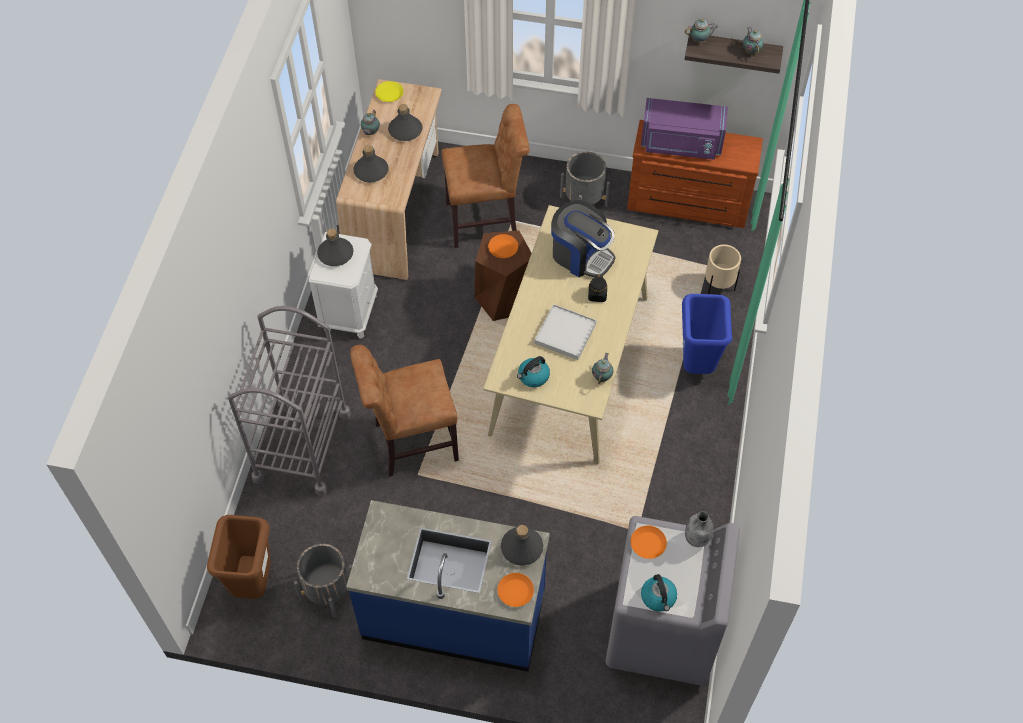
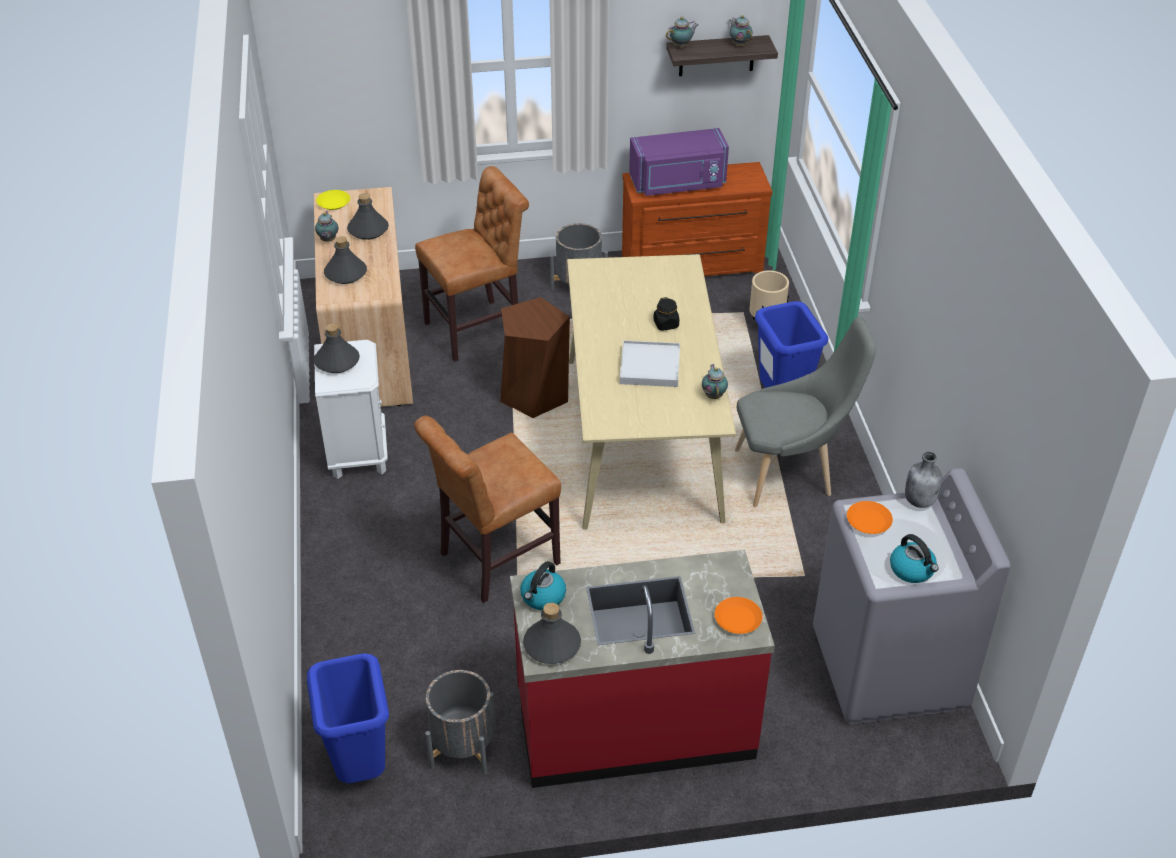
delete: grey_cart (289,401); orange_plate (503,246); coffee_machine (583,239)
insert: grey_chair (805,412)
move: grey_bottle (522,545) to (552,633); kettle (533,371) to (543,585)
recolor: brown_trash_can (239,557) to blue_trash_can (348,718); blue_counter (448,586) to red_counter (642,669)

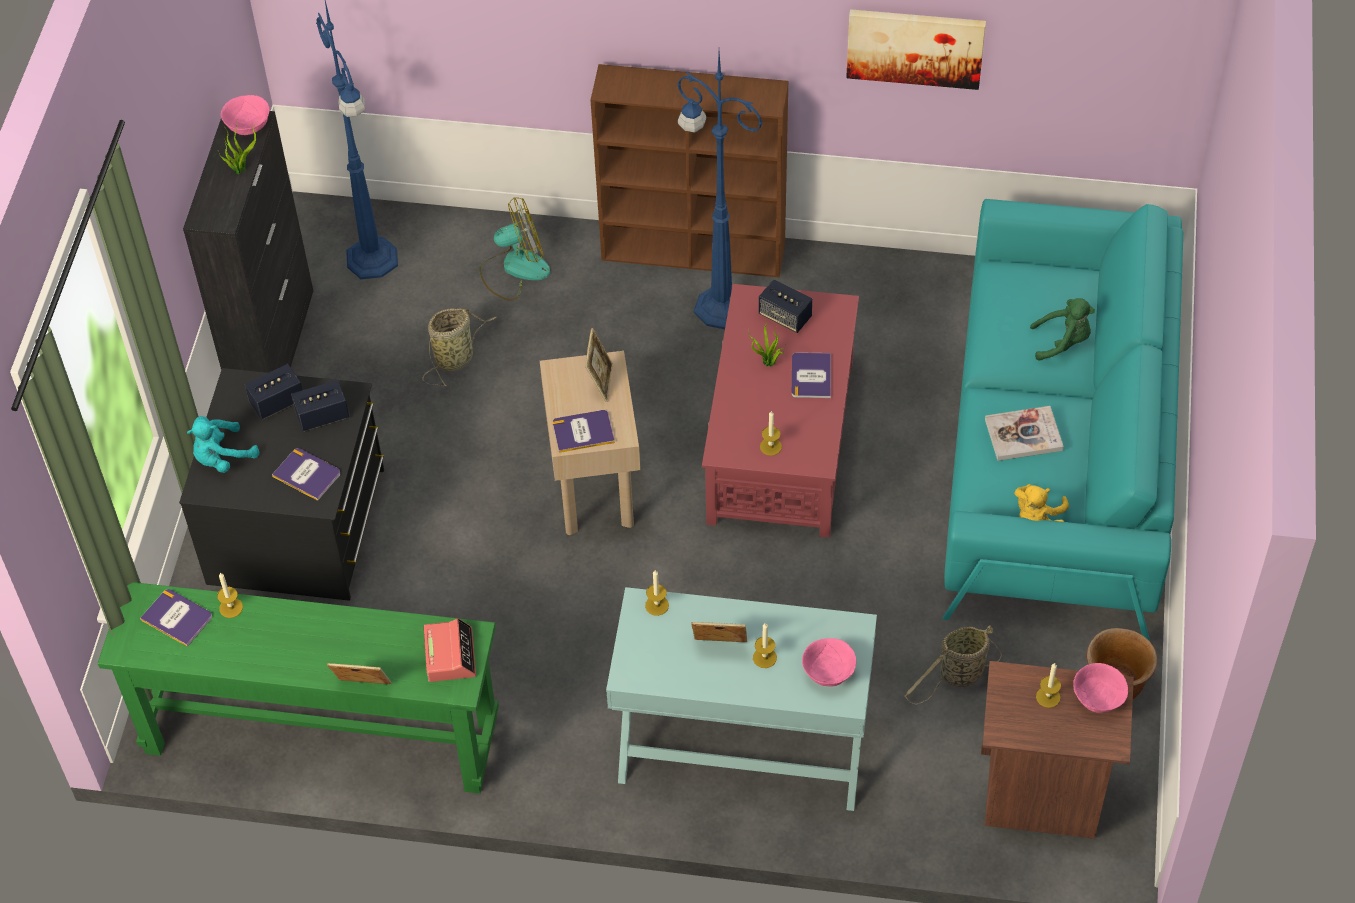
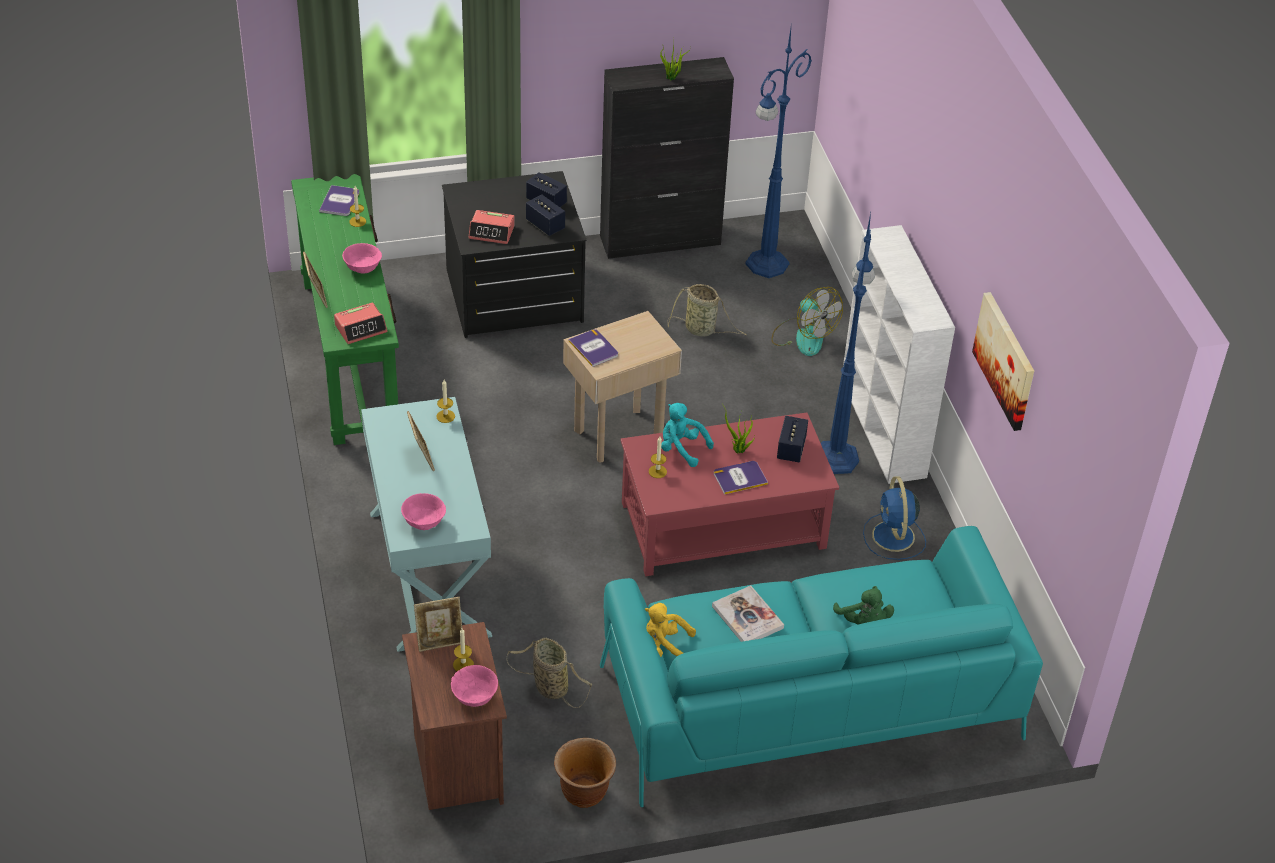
delete: candle (765,645)
insert: blue_fan (894,518)
move: turquoise_plush_toy (223,444) to (687,435); pink_bowl (245,115) to (362,258); picture_frame (599,365) to (438,624)
replace: book (306,474) to alarm_clock (491,227)
recolor: brown_bookcase (689,171) to white_bookcase (899,354)

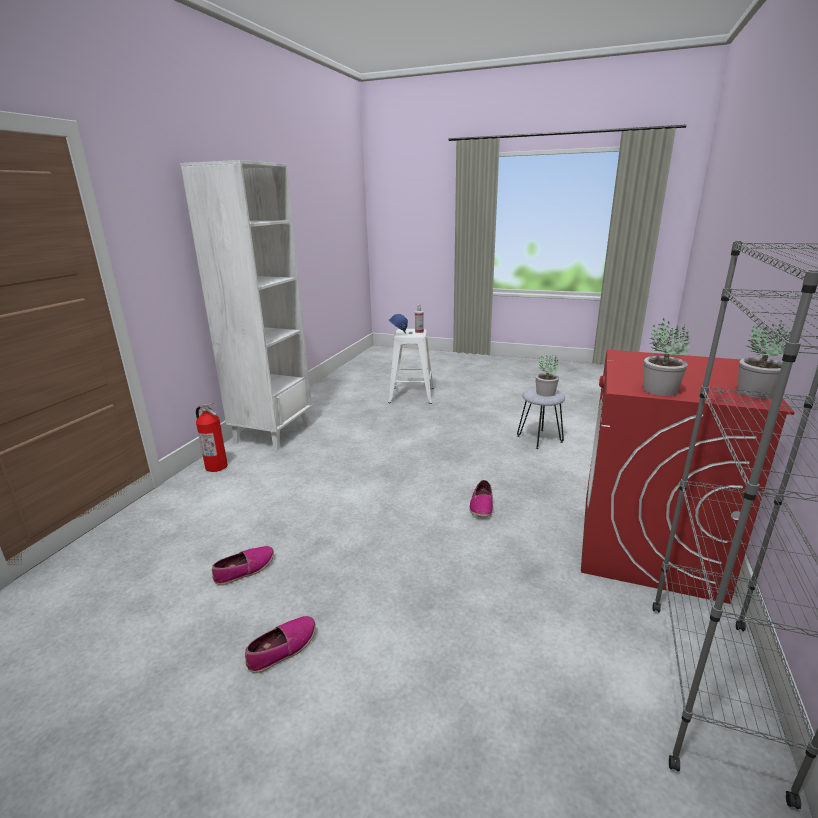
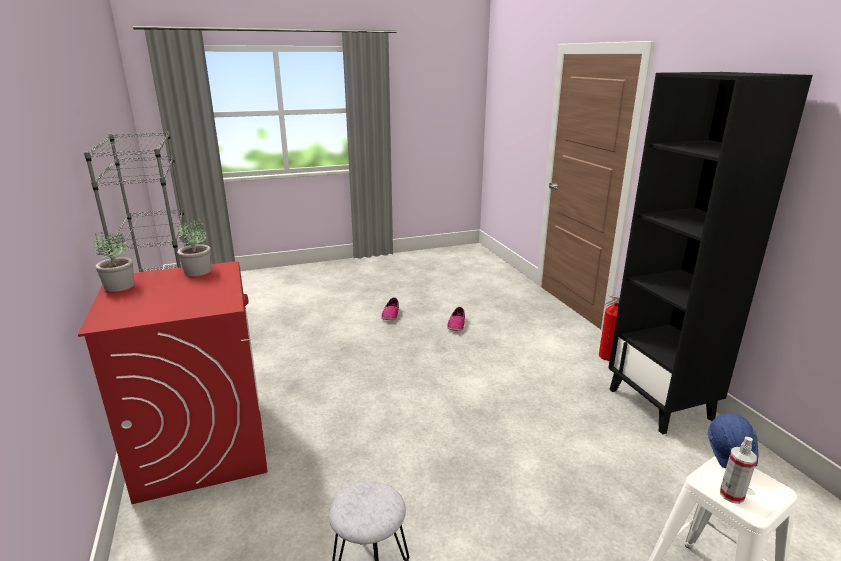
delete: shoe (481,498); potted_plant (547,376)
recolor: white_bookcase (246,305) to black_bookcase (710,253)

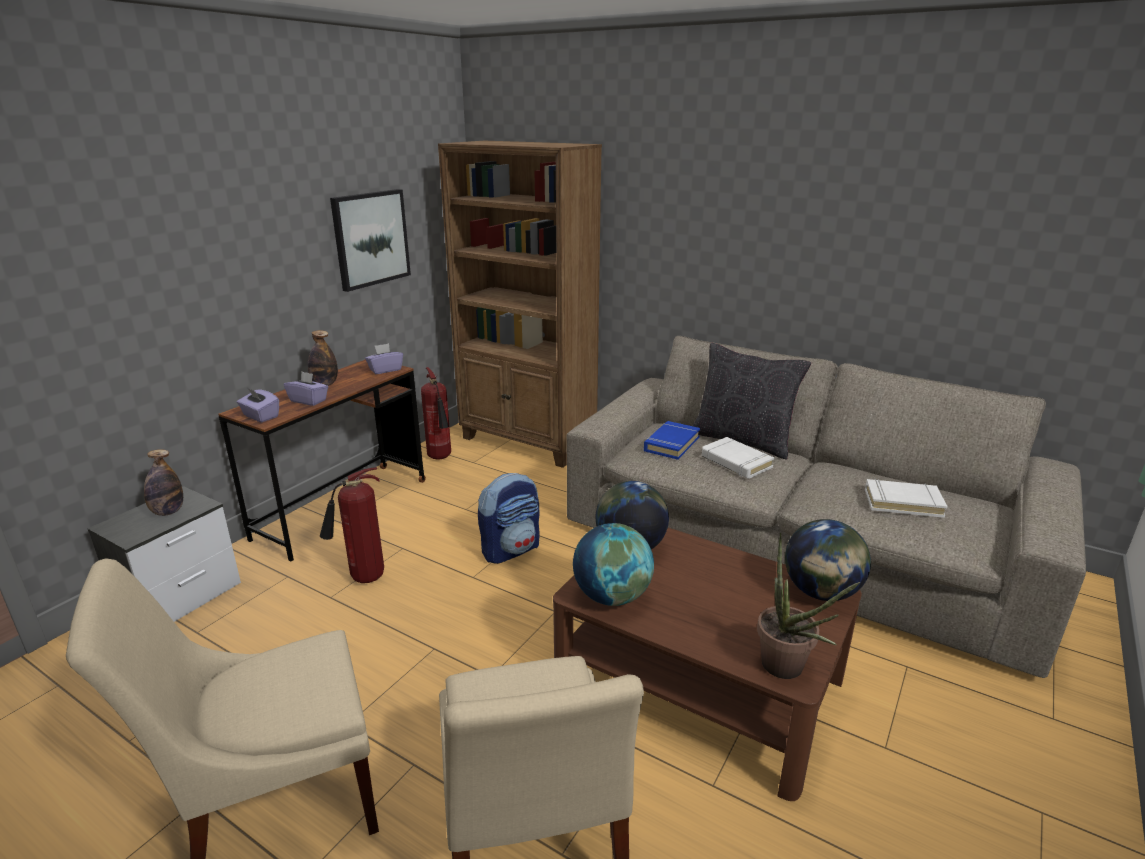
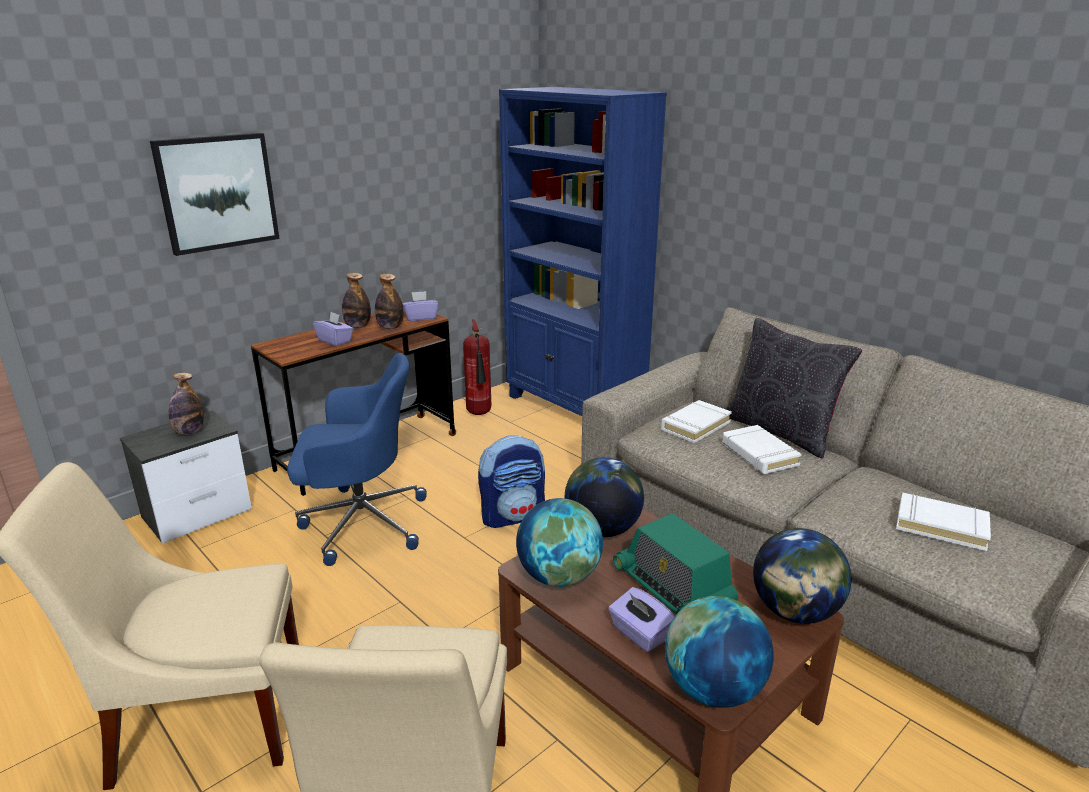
insert: bottle (389,302); radio (675,563)
move: purple_tissue_box (258,405) to (642,619); picture (370,240) to (215,194)
replace: fire_extinguisher (352,525) to blue_office_chair (357,459); potted_plant (808,606) to globe (719,652)
recolor: brown_bookcase (520,304) to blue_bookcase (583,251); blue_book (672,440) to white_book (696,421)

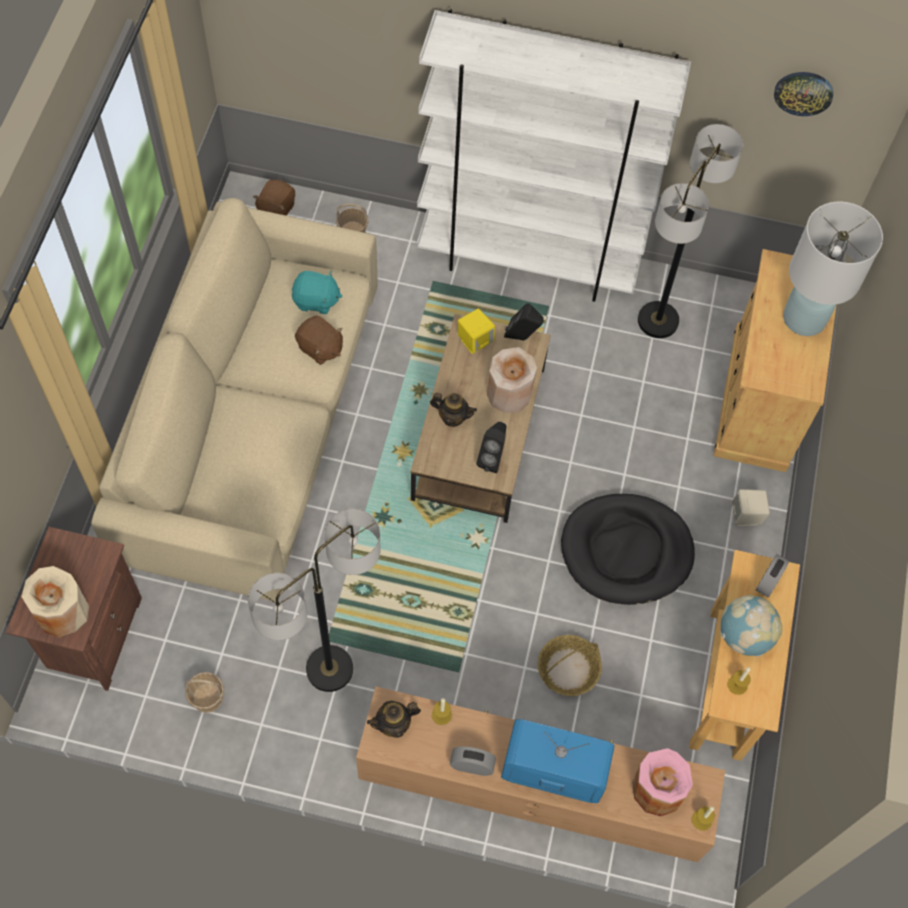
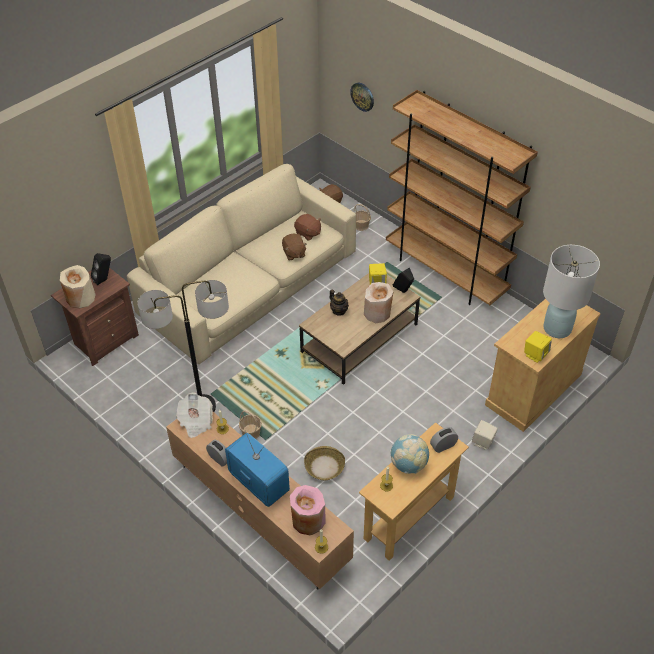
delete: black_dog_bed (628,549); floor_lamp (690,231)
insert: yellow_speaker (538,347)
move: basket (204,692) to (250,425); black_speaker (491,447) to (101,269); wall_clock (803,94) to (362,97)
replace: teapot (394,719) to newspaper (194,415)
recolor: turquoise_plush_toy (317,292) to brown_plush_toy (307,227); white_bookcase (554,155) to brown_bookcase (462,197)

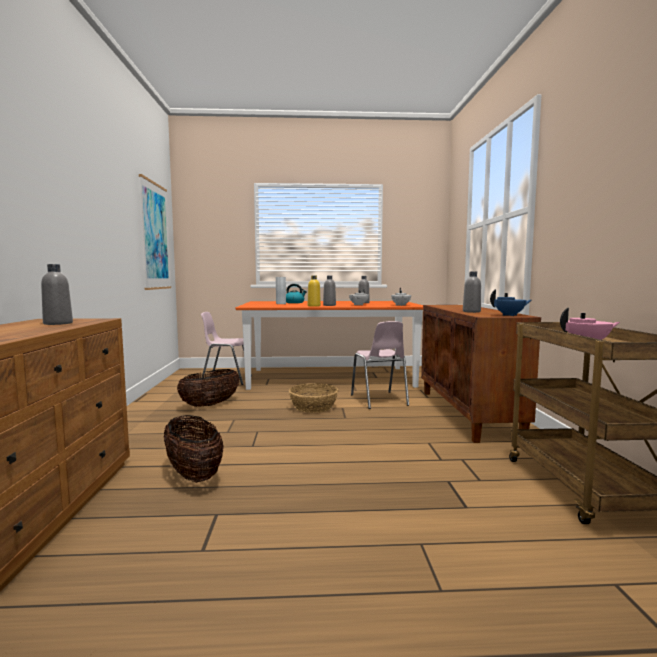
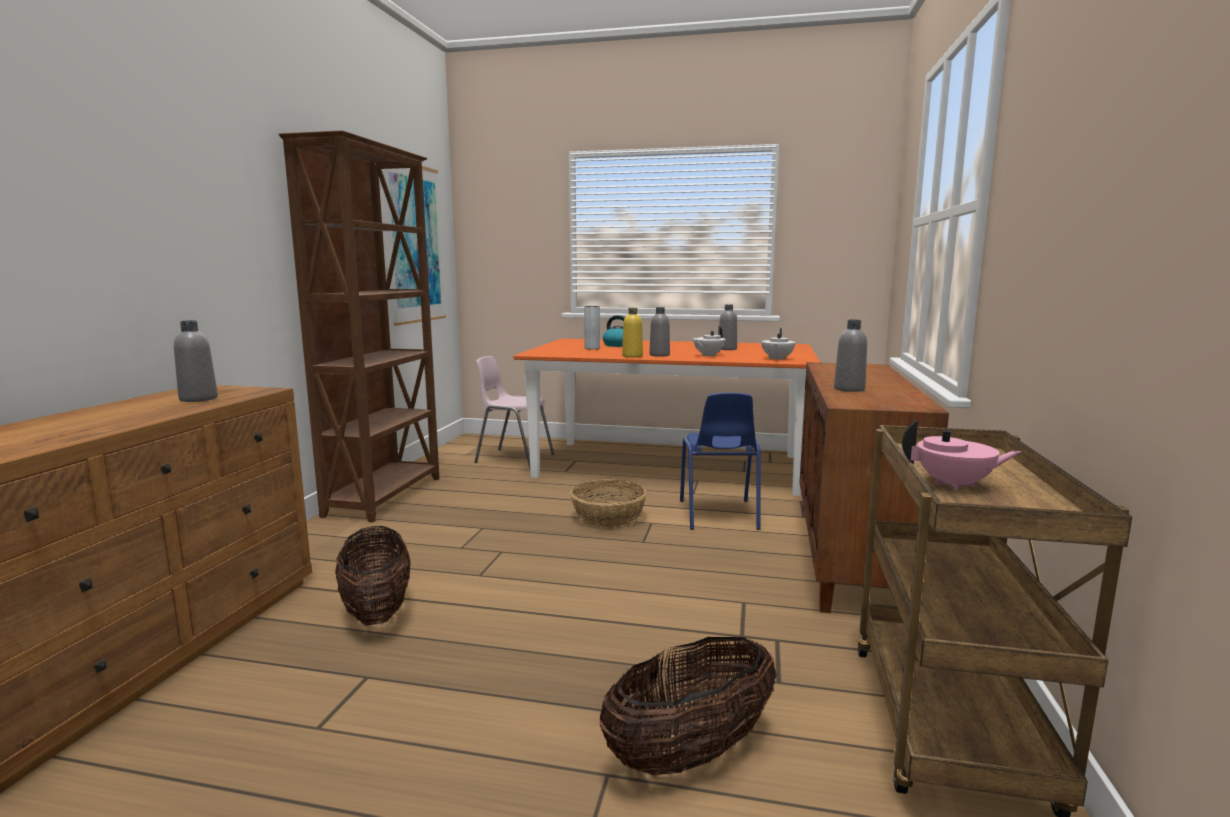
delete: blue_teapot (511,302)
insert: brown_bookcase (359,326)
move: basket (208,388) to (688,705)
recolor: pink_chair (380,365) to blue_chair (720,461)

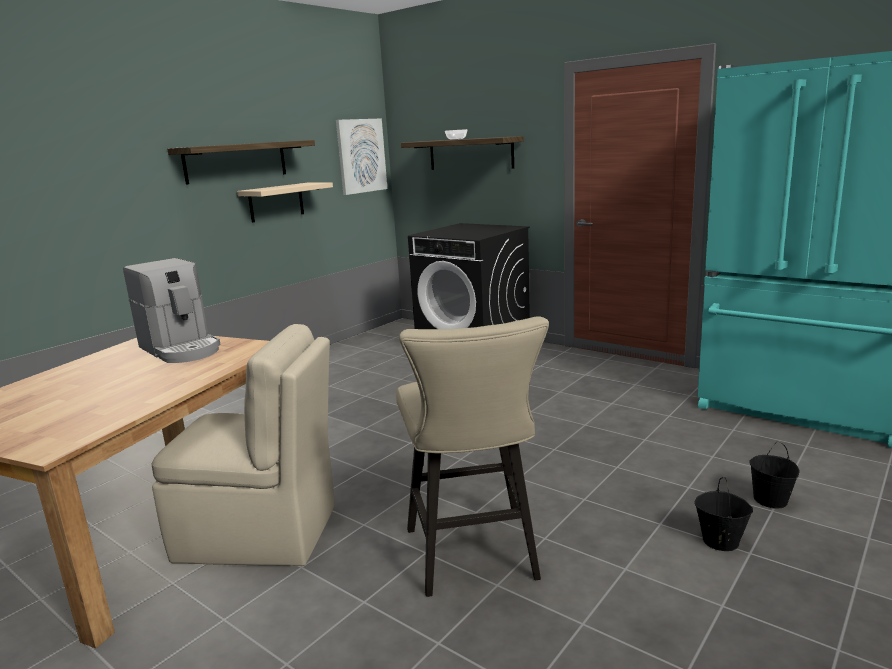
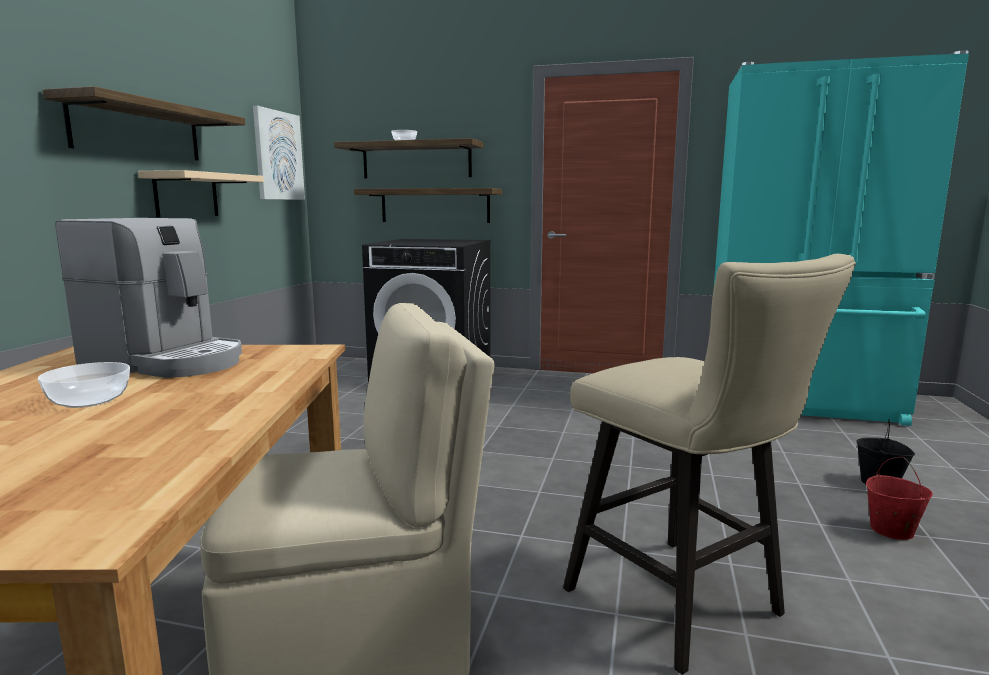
insert: bowl (84,385); shelf (428,205)
recolor: black_bucket (723,514) to red_bucket (899,498)

